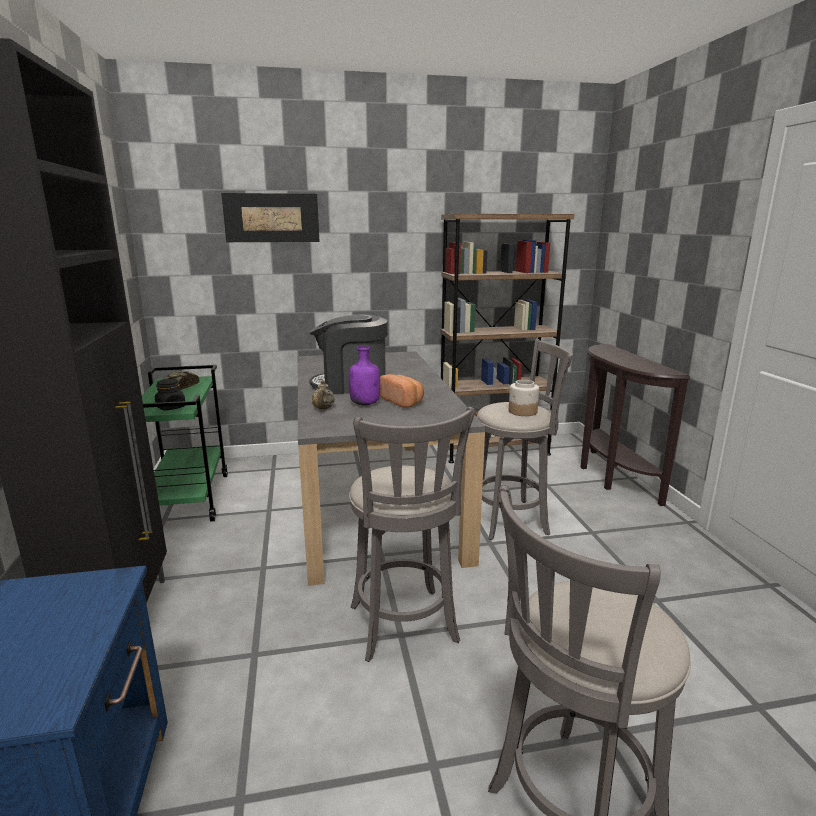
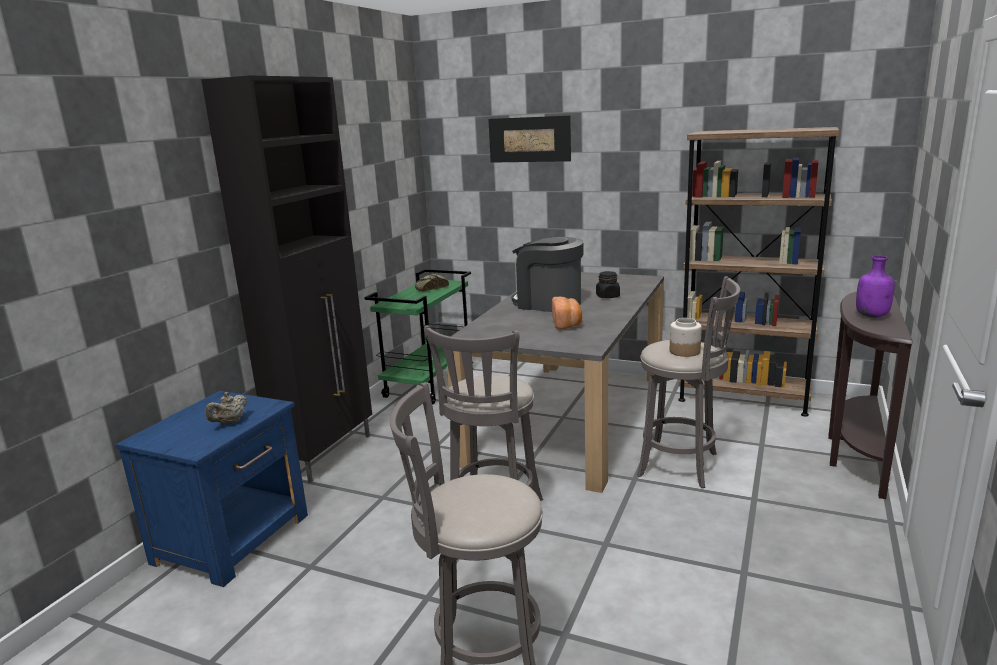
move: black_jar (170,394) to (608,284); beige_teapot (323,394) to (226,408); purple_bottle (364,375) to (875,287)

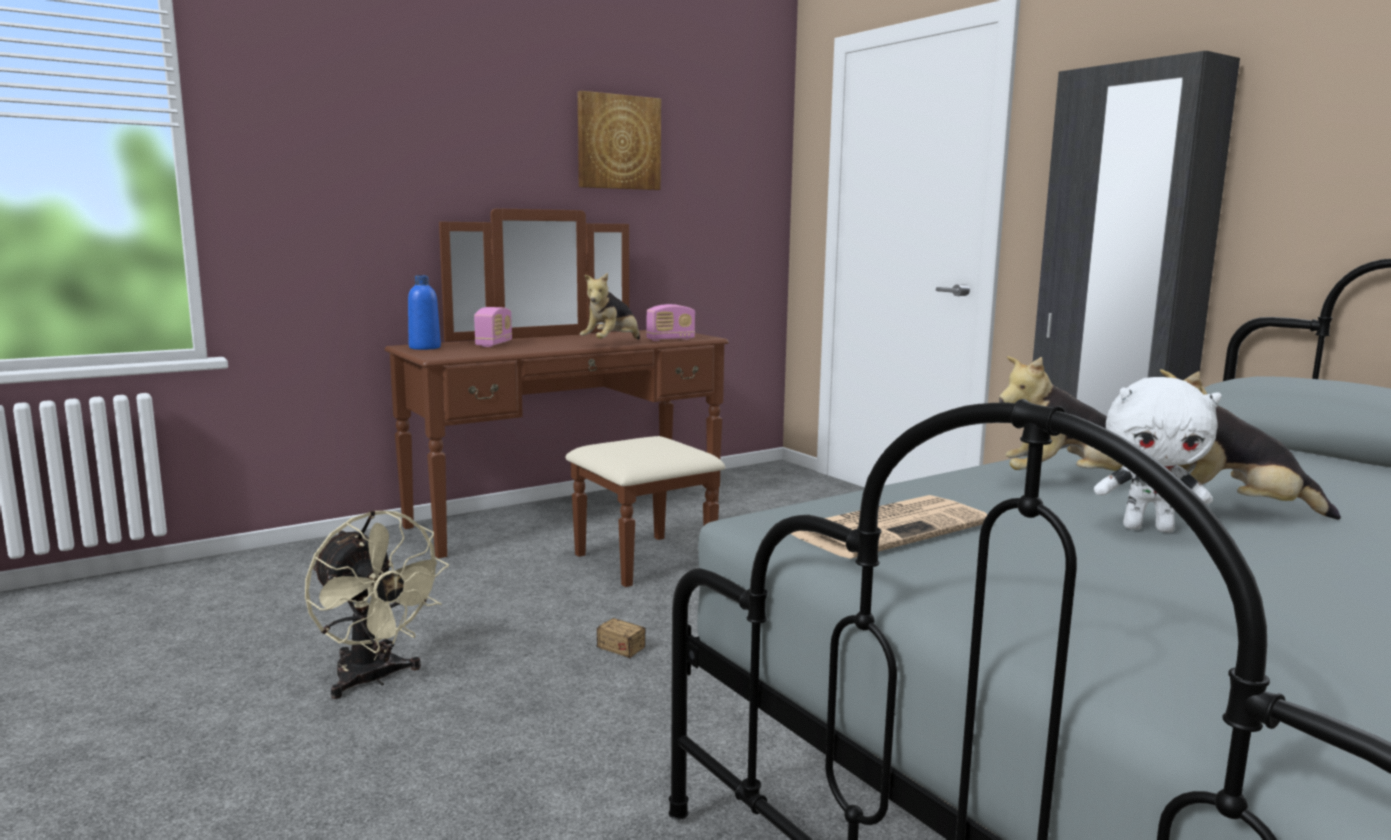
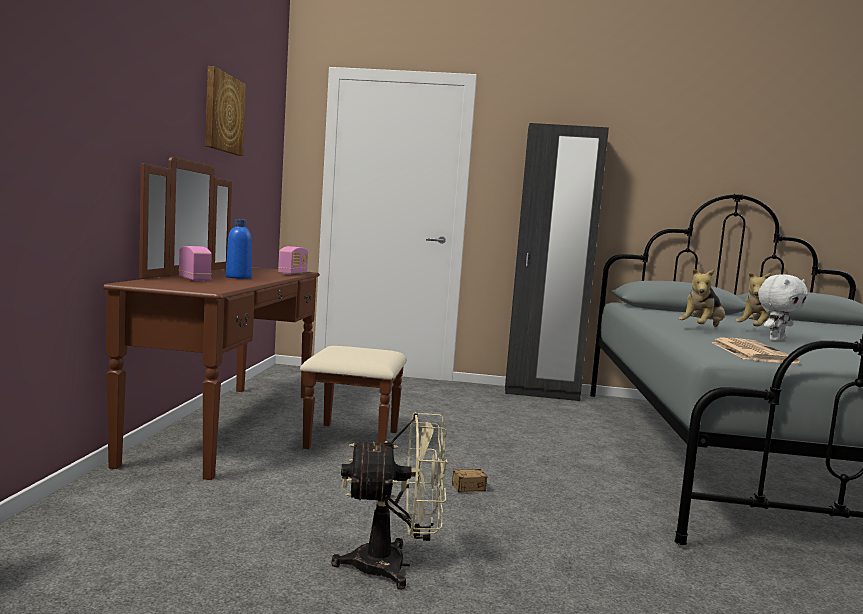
delete: plush_toy (610,306)
move: blue_bottle (424,312) to (239,249)

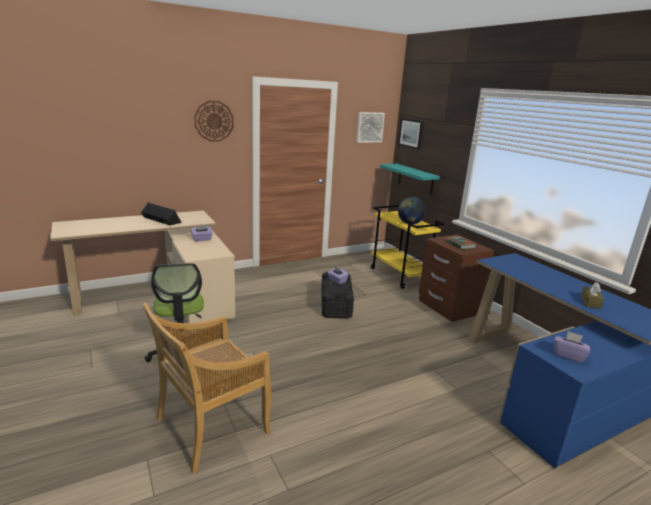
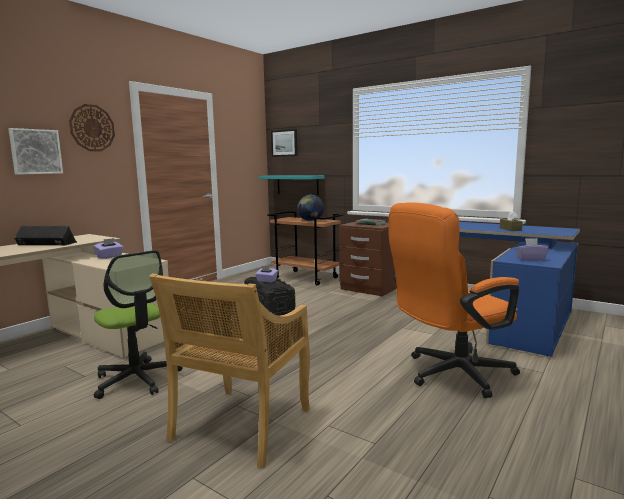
insert: orange_office_chair (454,300)
move: picture (370,127) to (35,151)
recolor: yellow_cart (408,247) to brown_cart (305,248)

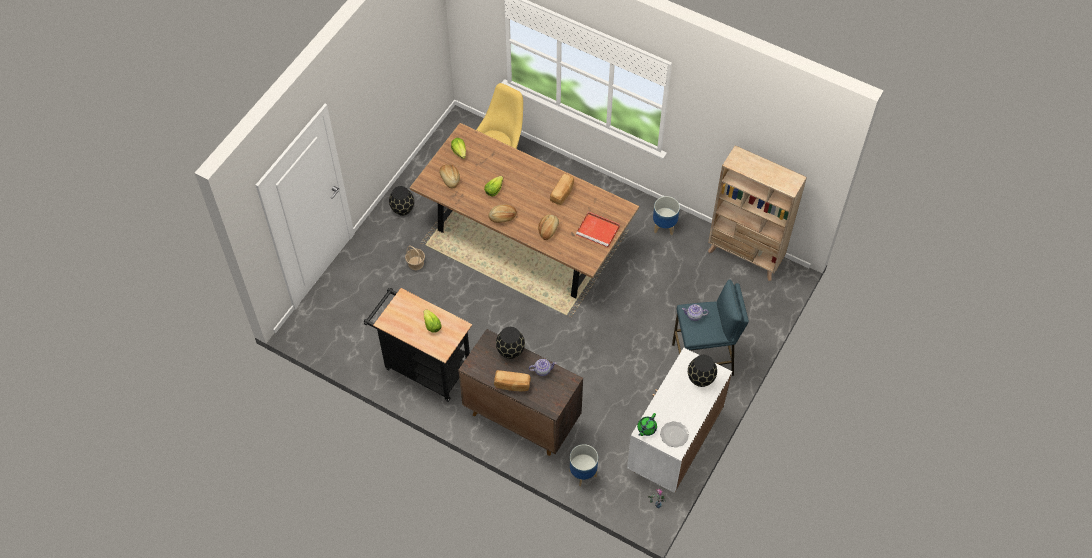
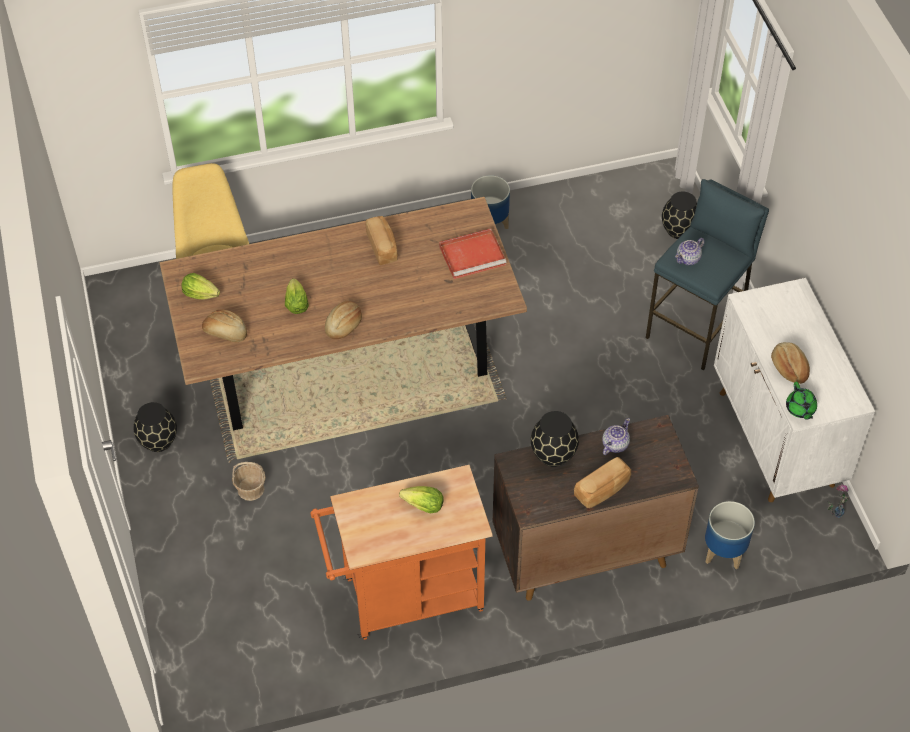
delete: plate (674,434); beige_bookcase (757,213)
move: bread (548,227) to (790,363); black_vase (702,371) to (679,215)
recolor: black_cart (418,345) to orange_cart (401,552)

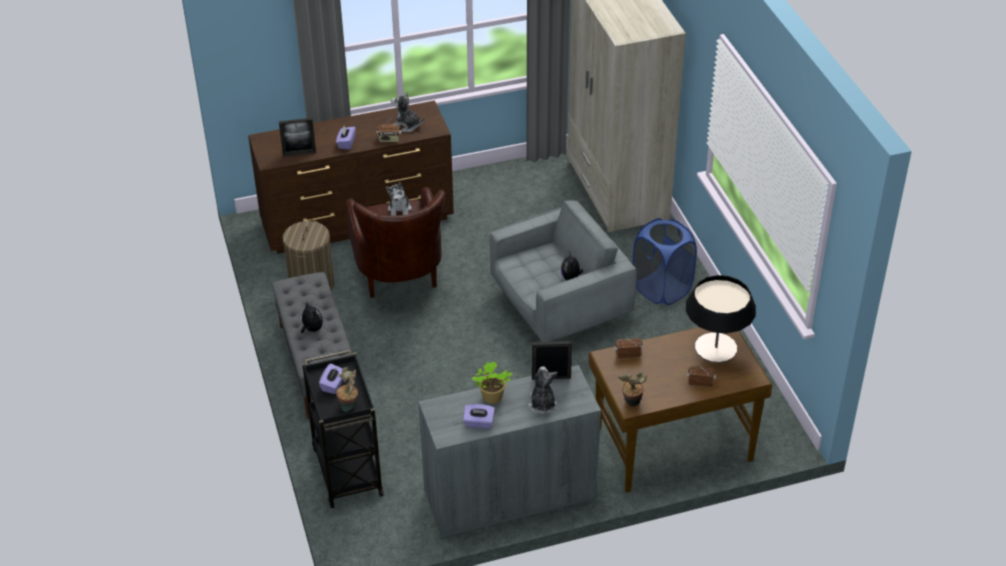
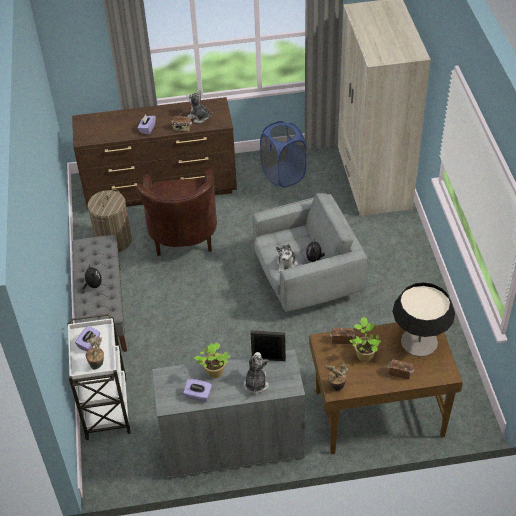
delete: picture_frame (297,137)
insert: potted_plant (365,339)
move: plush_toy (399,199) to (287,258); blue_laundry_basket (664,261) to (283,154)
recolor: black_cart (343,429) to white_cart (99,376)

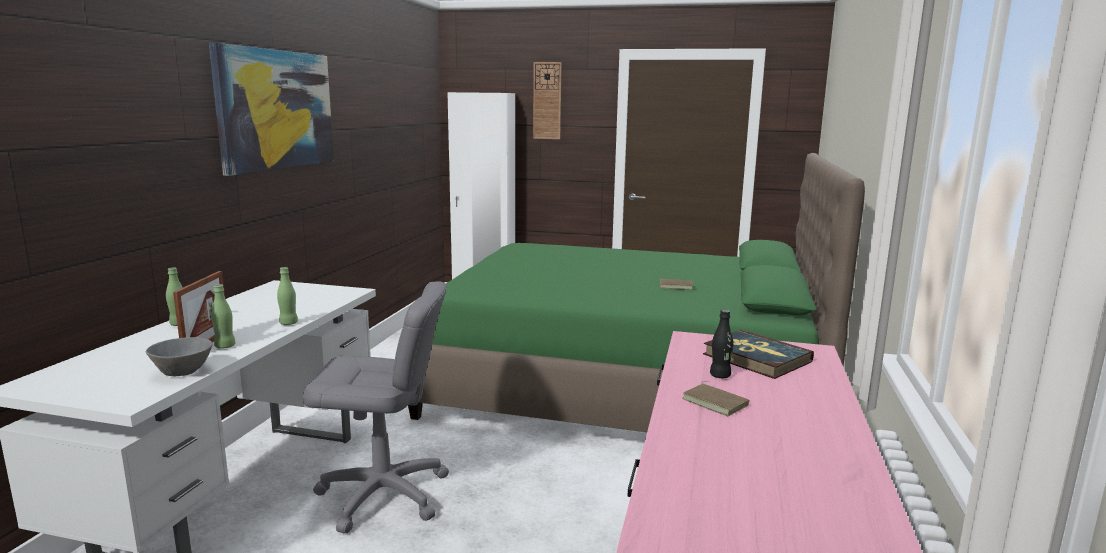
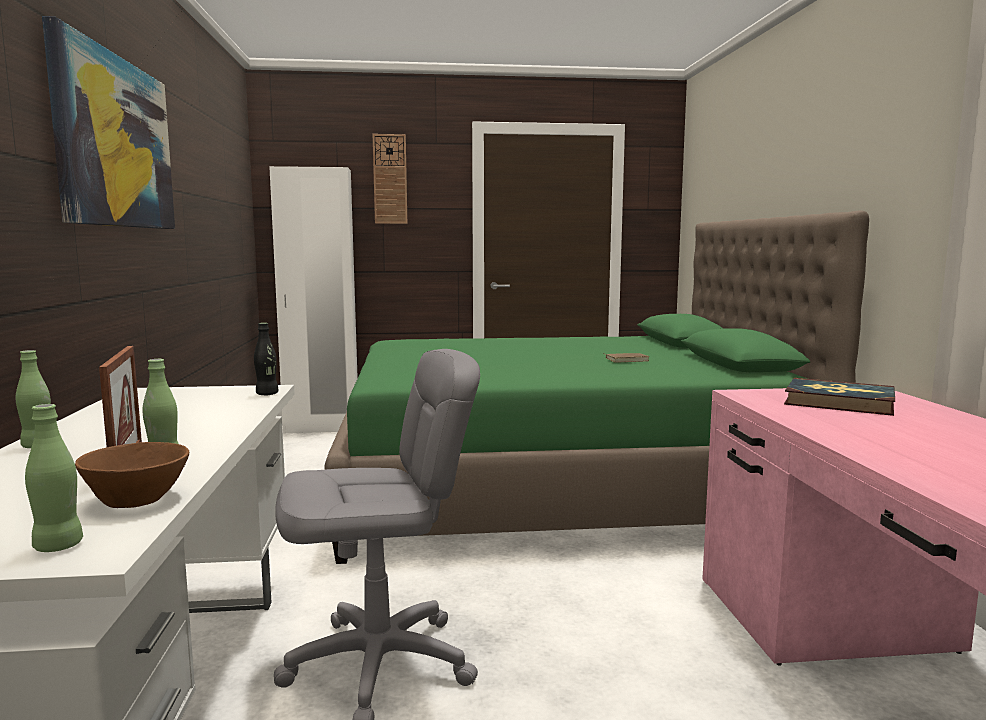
delete: brown_book (716,398)
move: green_bottle (287,296) to (54,478); black_bottle (721,344) to (266,359)
recolor: grey_bowl (179,356) to brown_bowl (132,475)

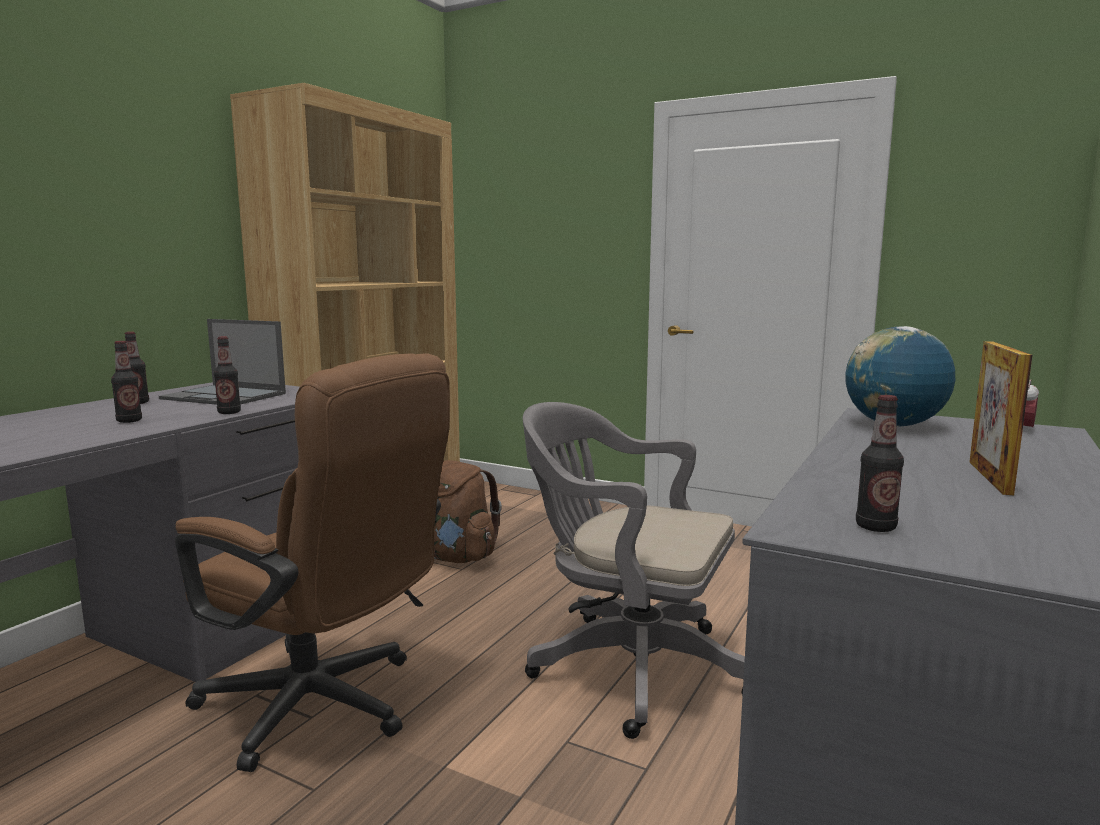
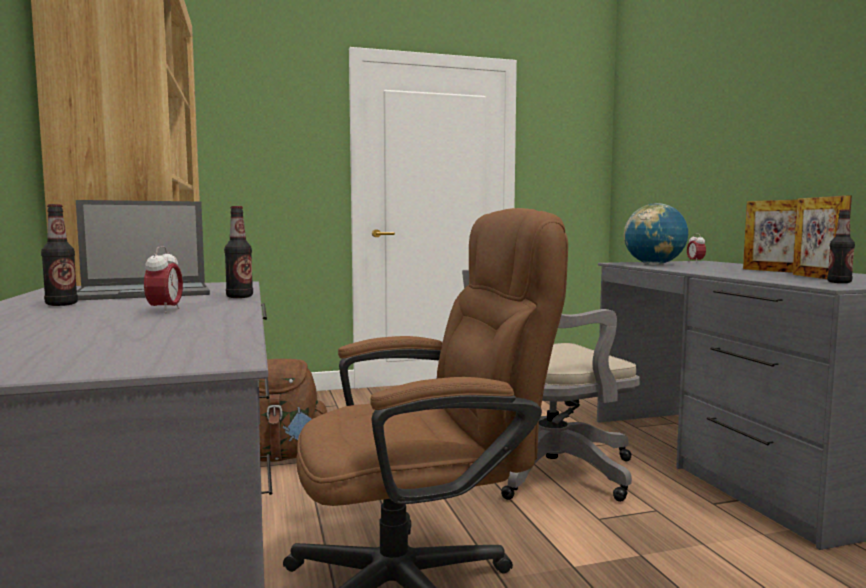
insert: picture_frame (822,237)
replace: bottle (126,382) to alarm_clock (163,279)

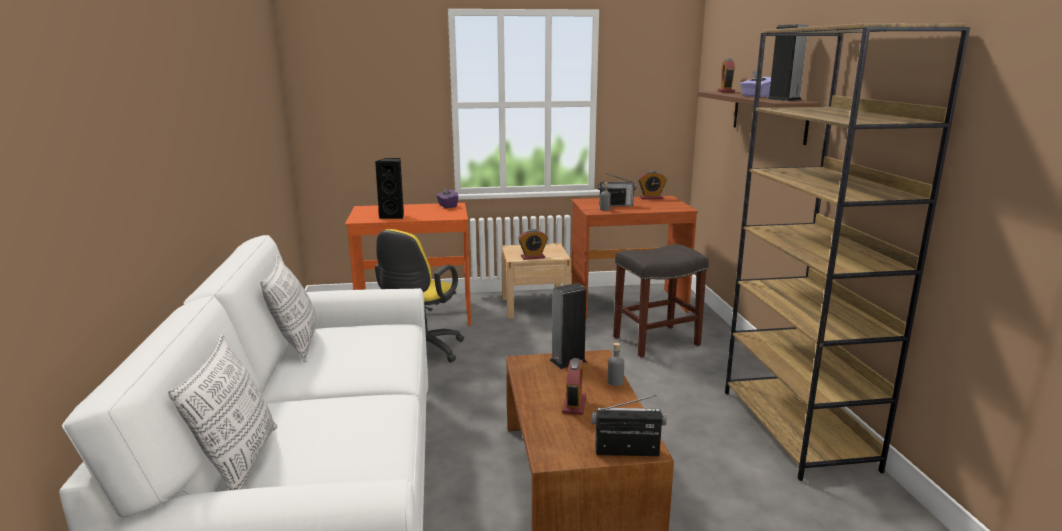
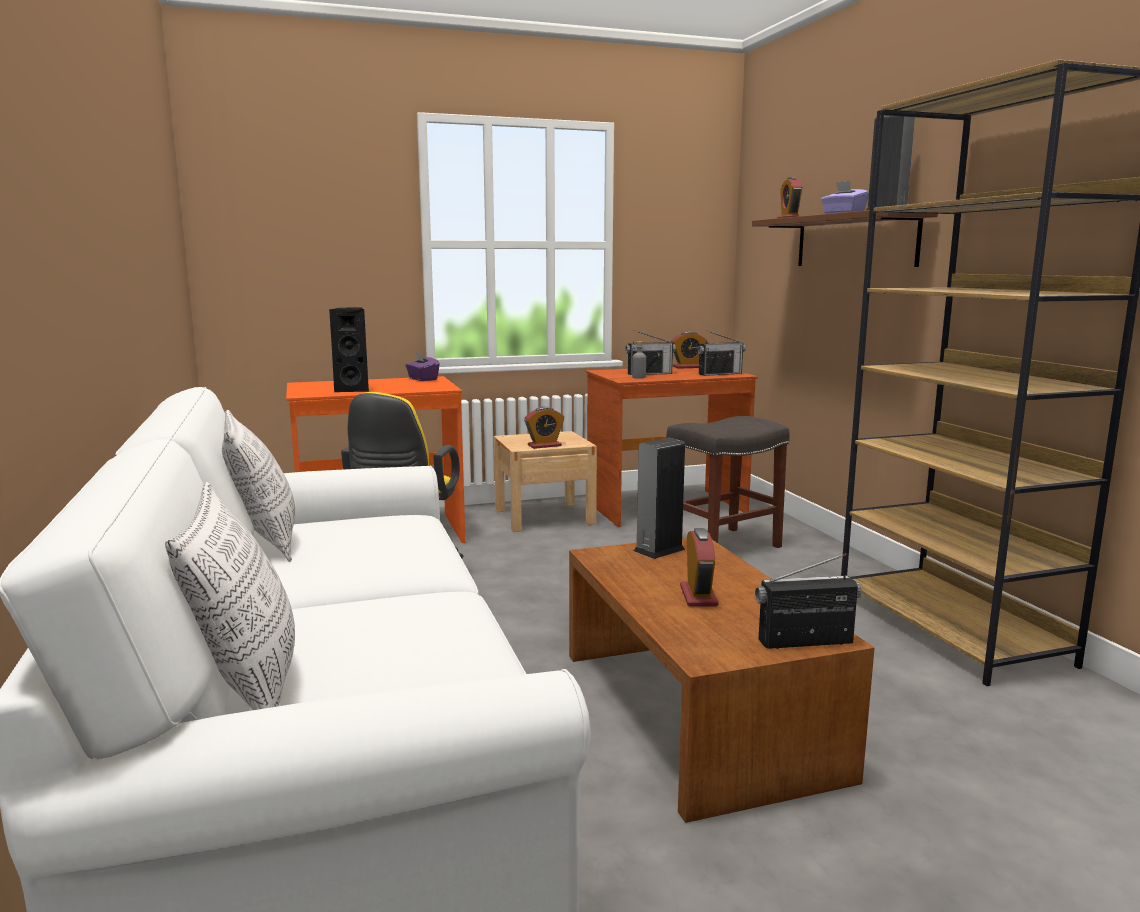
delete: grey_bottle (616,364)
insert: radio (722,353)

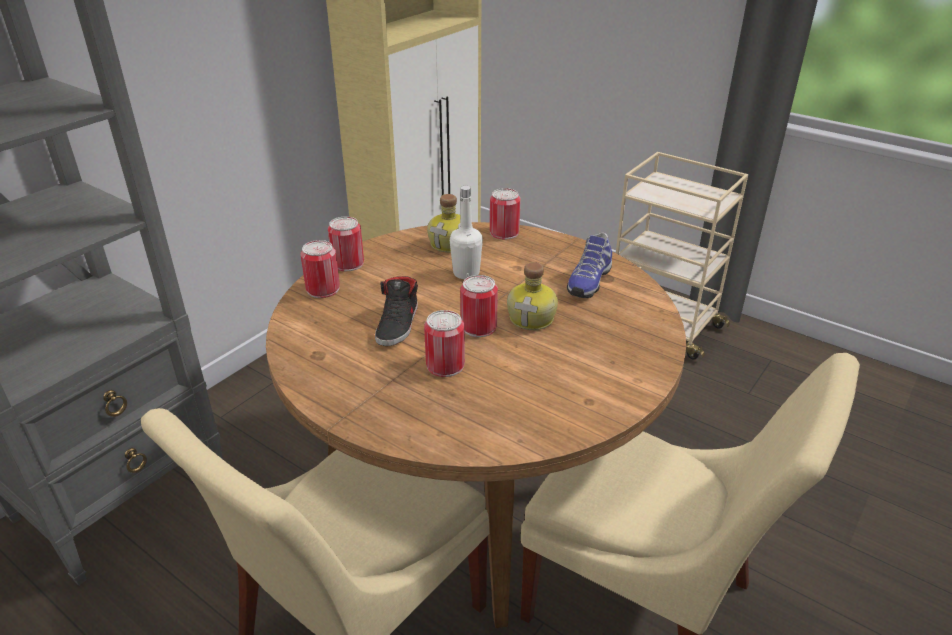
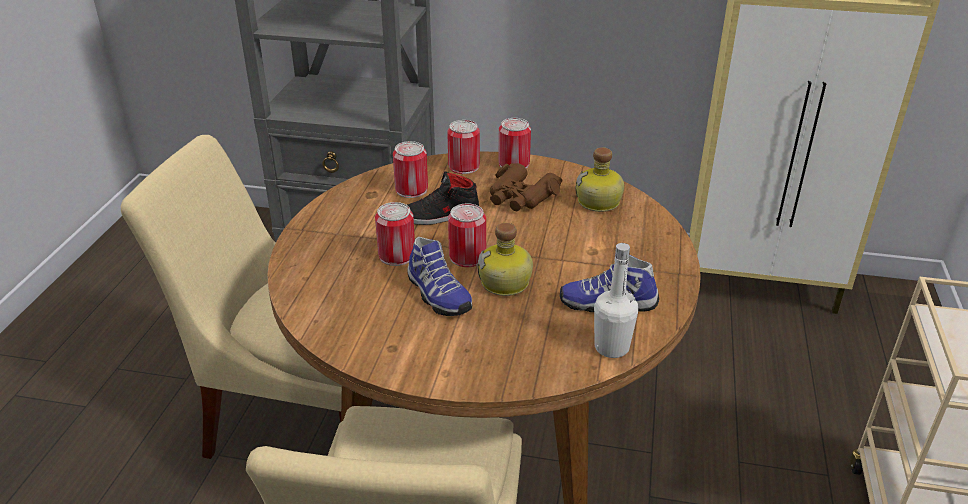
insert: shoe (439,276); brown_binoculars (526,187)
move: white_bottle (466,232) to (616,300); can (505,213) to (410,169)

